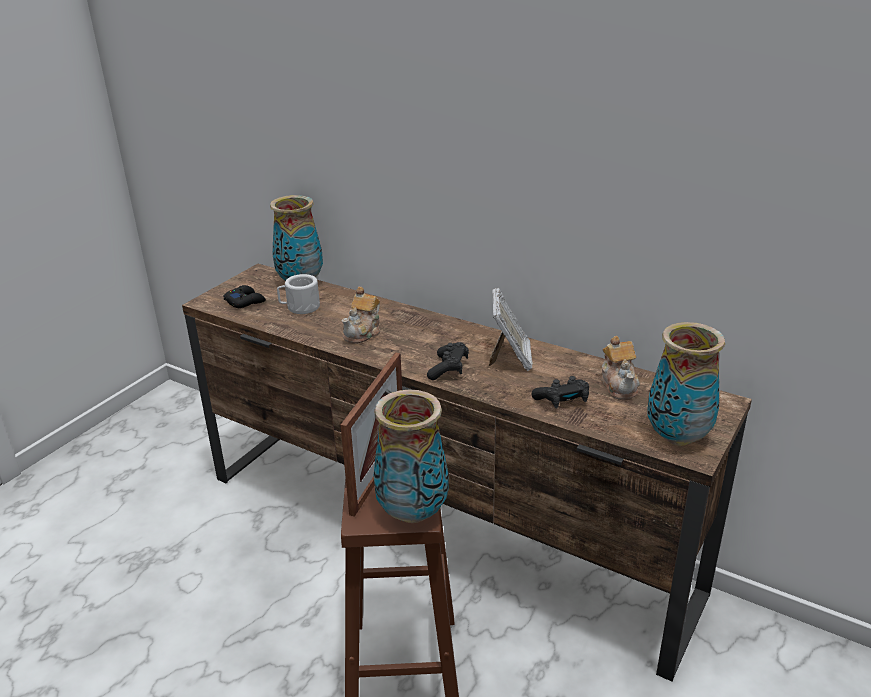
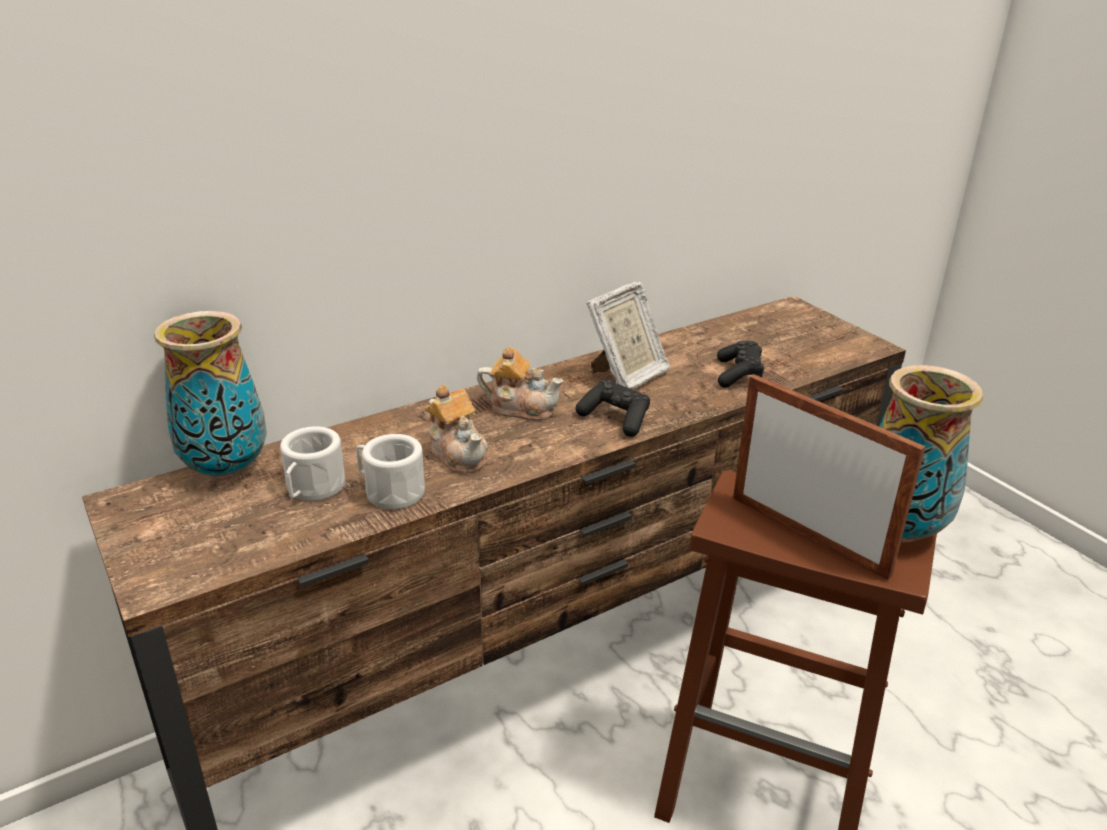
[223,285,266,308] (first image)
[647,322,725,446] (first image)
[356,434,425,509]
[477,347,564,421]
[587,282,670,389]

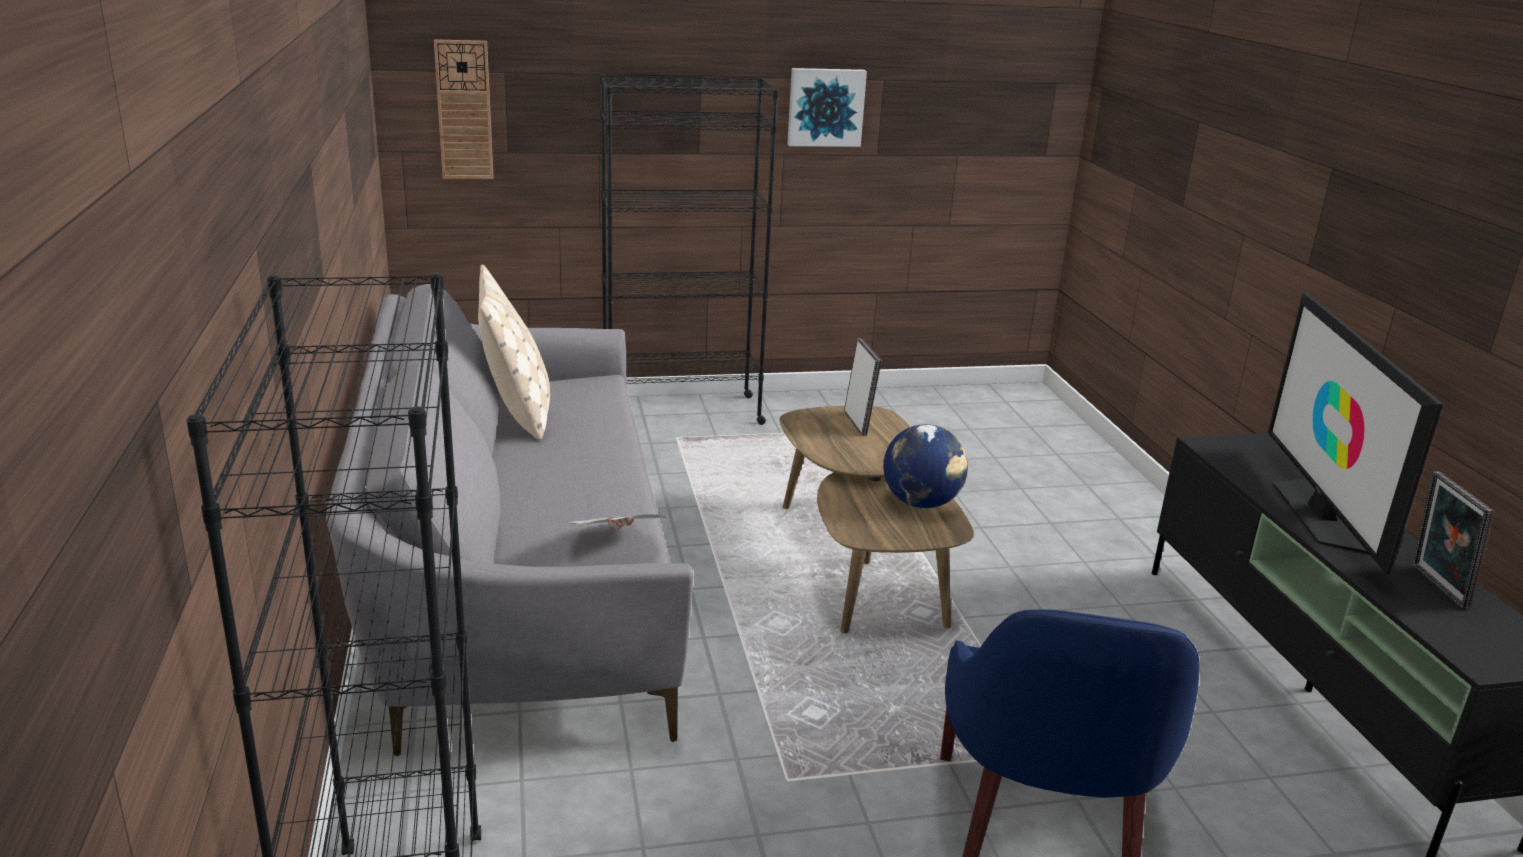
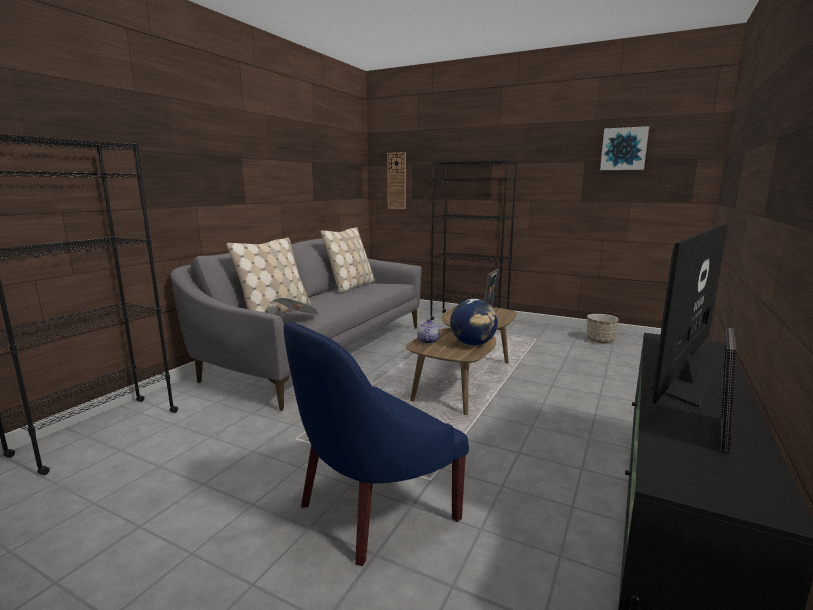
[226,237,311,315]
[417,319,440,344]
[587,314,619,343]
[600,126,649,170]

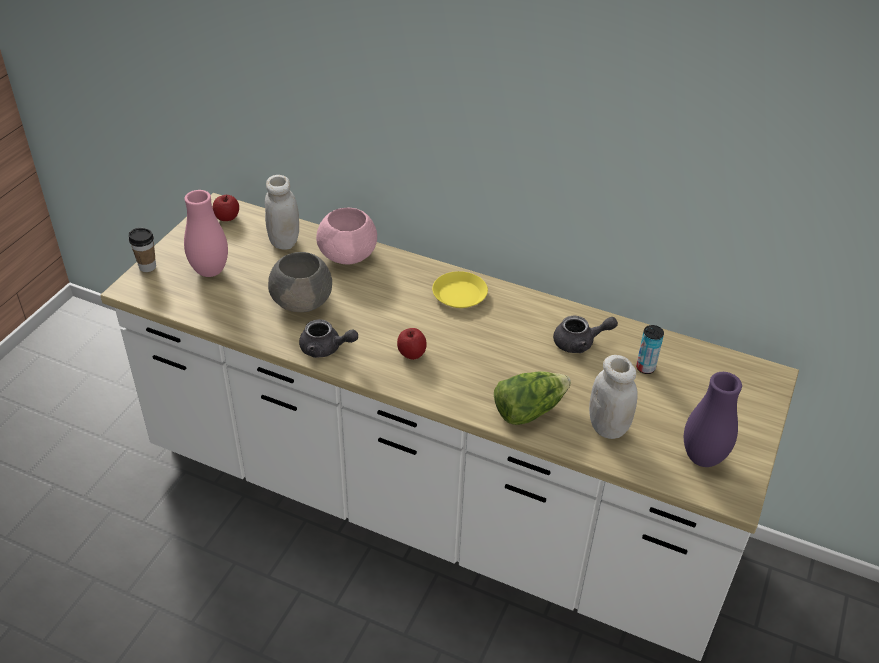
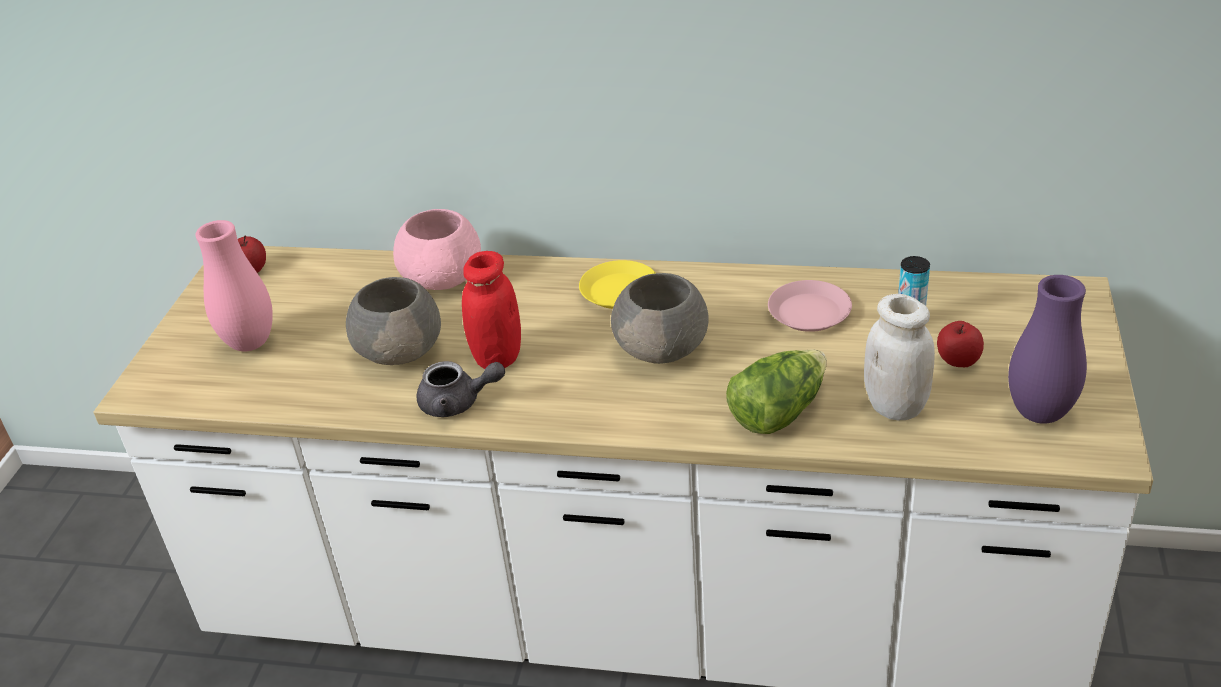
[129,228,156,272] (first image)
[265,175,299,250] (first image)
[462,251,521,369]
[611,273,709,364]
[937,321,984,367]
[768,280,852,332]

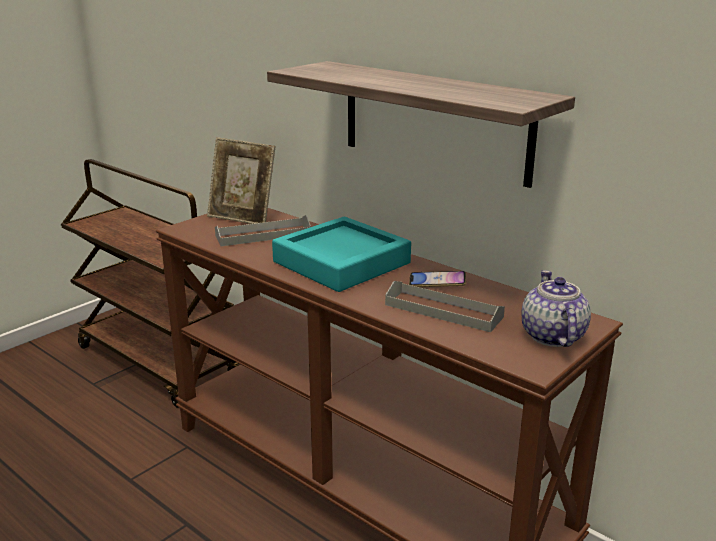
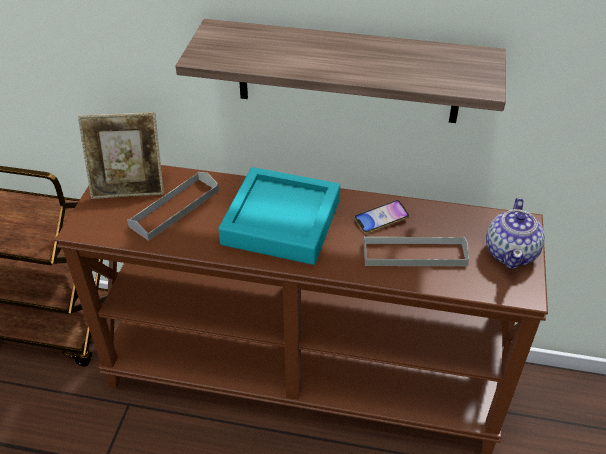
[486,197,545,269]

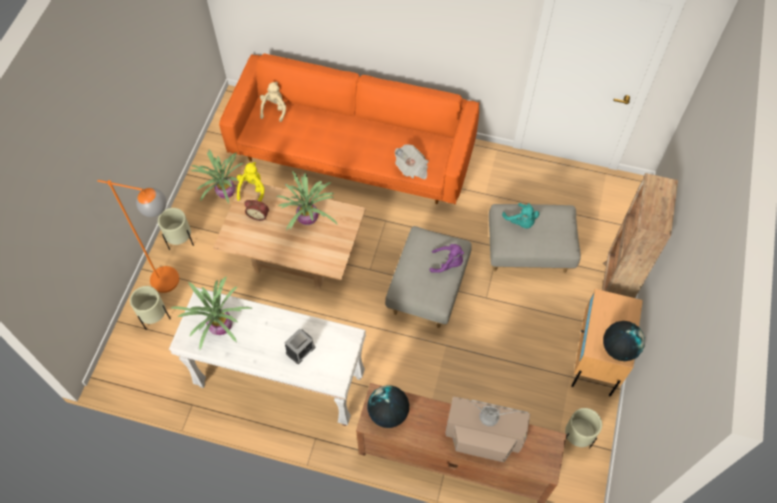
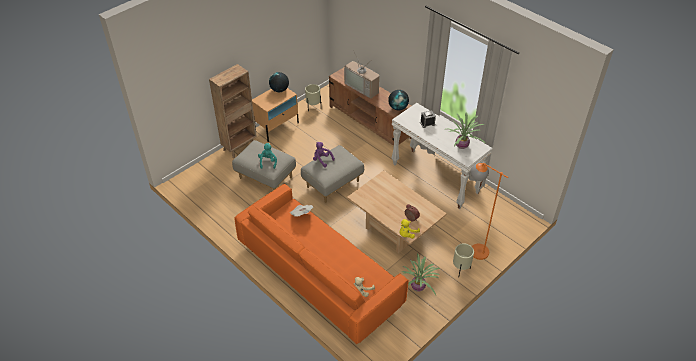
[130,286,171,330] (first image)
[276,171,338,231] (first image)

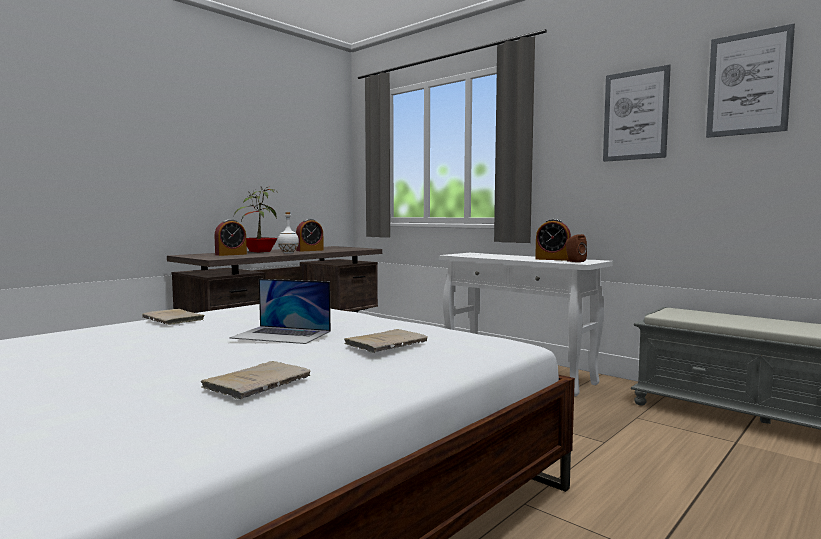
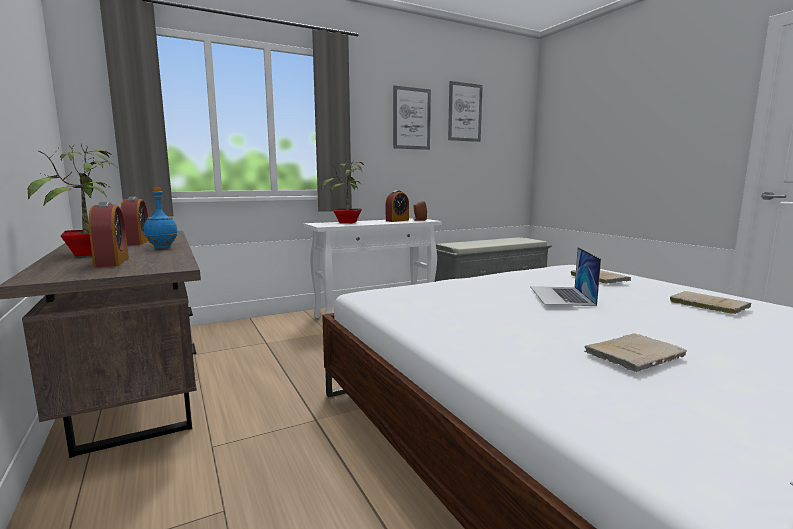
[321,158,364,223]
[584,333,687,372]
[144,188,178,249]
[530,247,601,306]

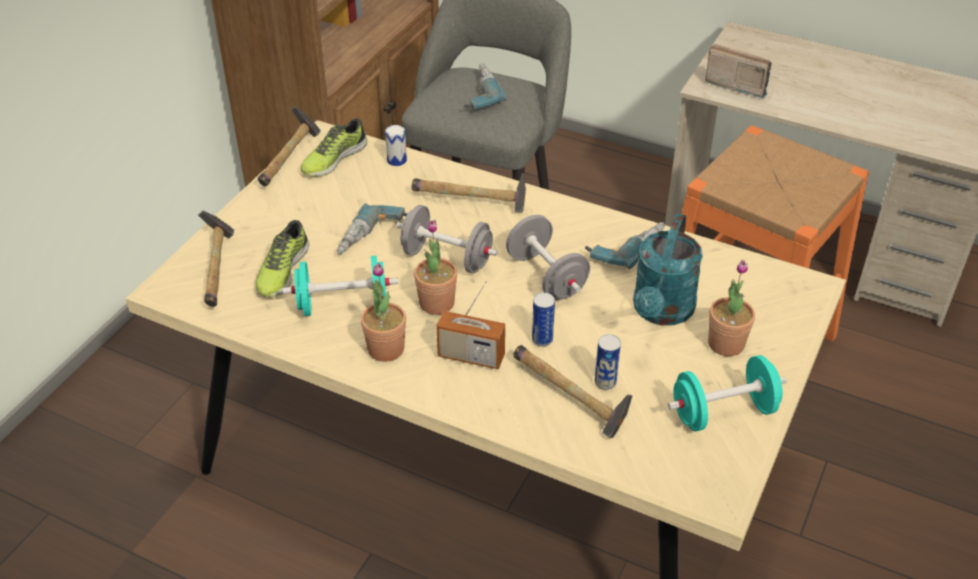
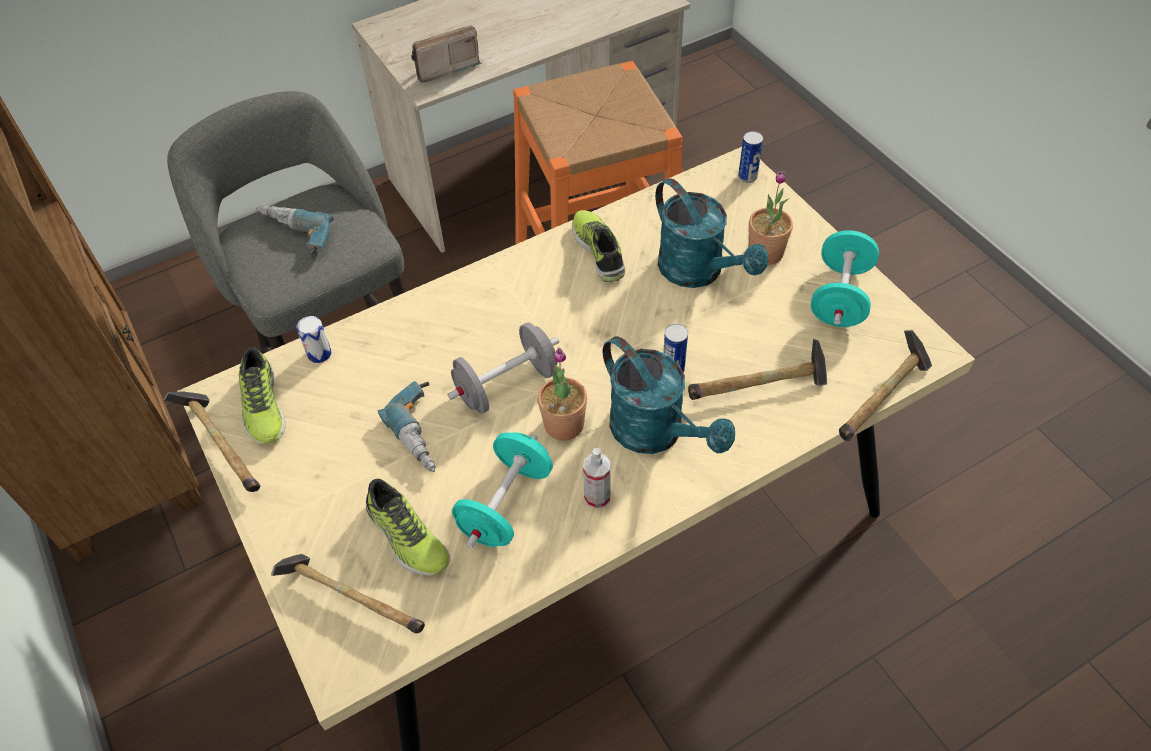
[506,215,590,300] (first image)
[839,330,932,441]
[738,131,763,183]
[583,448,611,509]
[602,336,735,454]
[572,210,625,282]

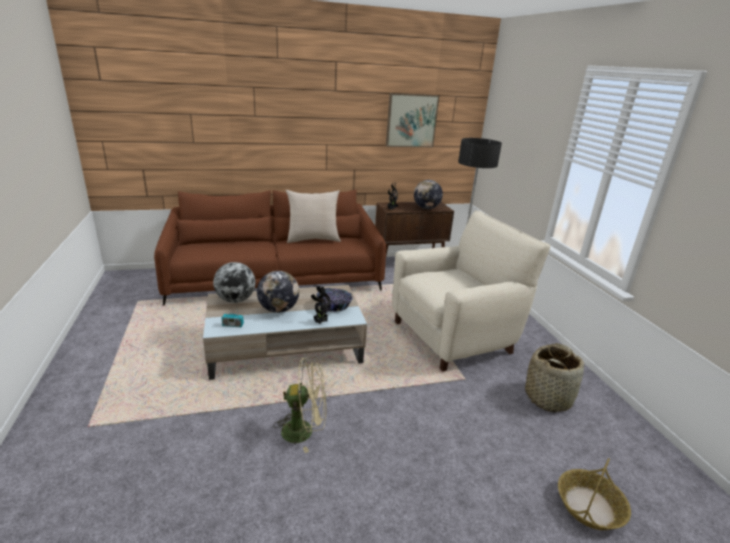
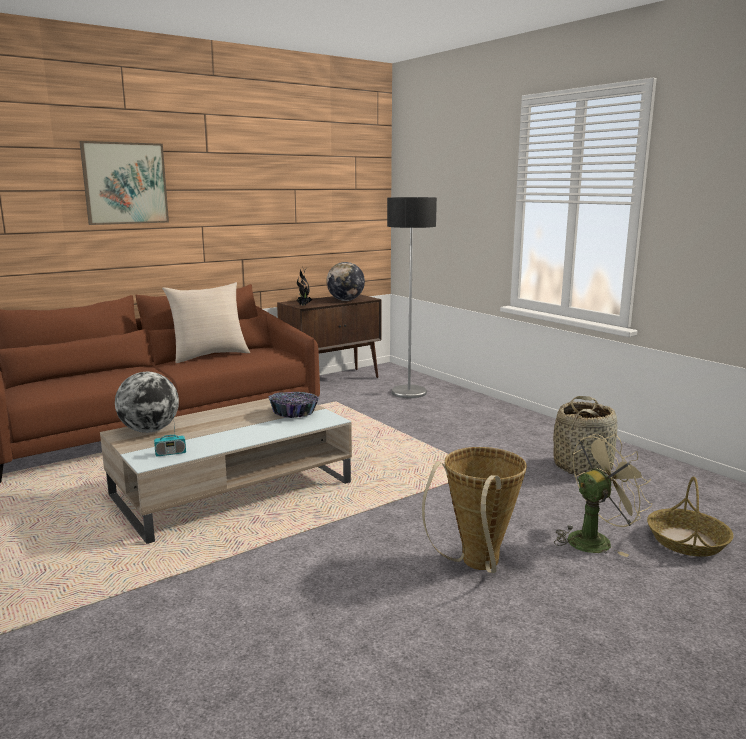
[257,271,299,313] (first image)
[311,286,330,324] (first image)
[392,210,550,372] (first image)
[422,447,527,573]
[554,434,652,557]
[79,141,169,225]

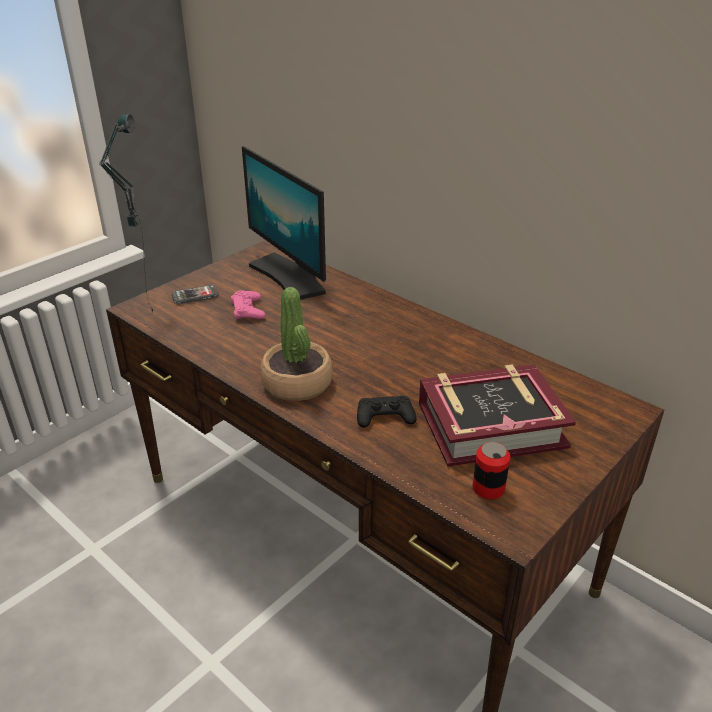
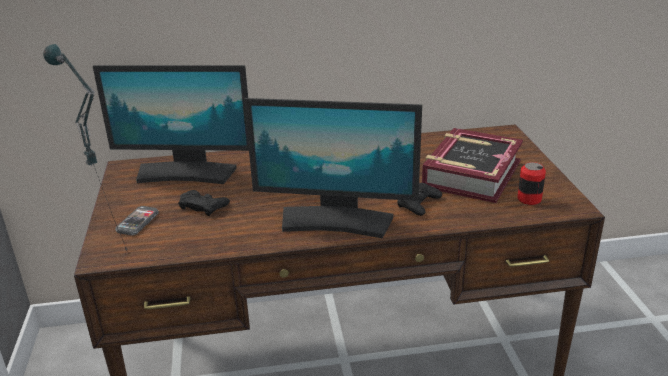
[244,98,422,238]
[178,190,230,216]

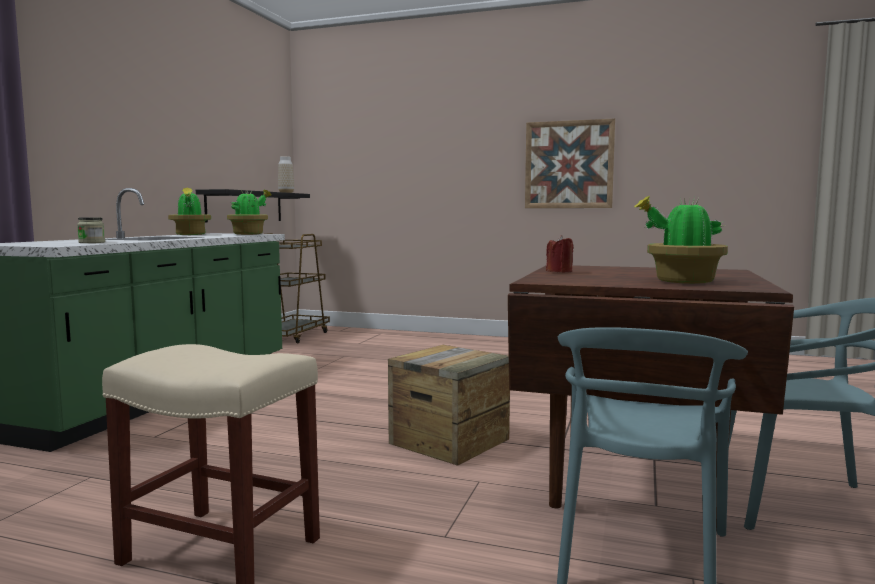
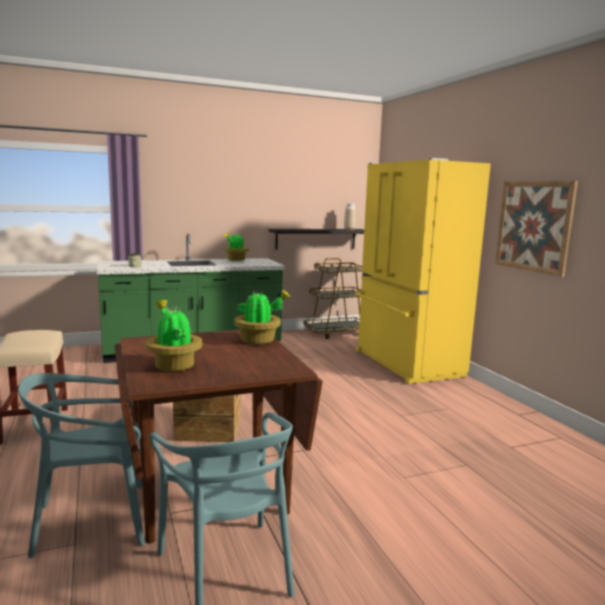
[546,235,574,272] (first image)
[356,158,491,384]
[234,290,291,344]

